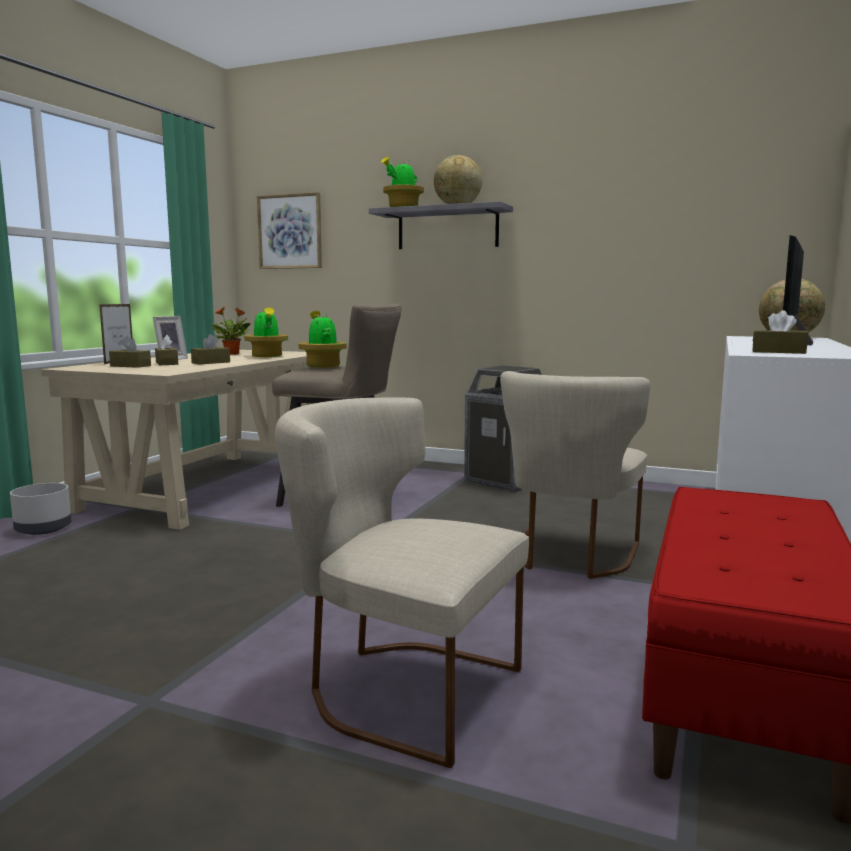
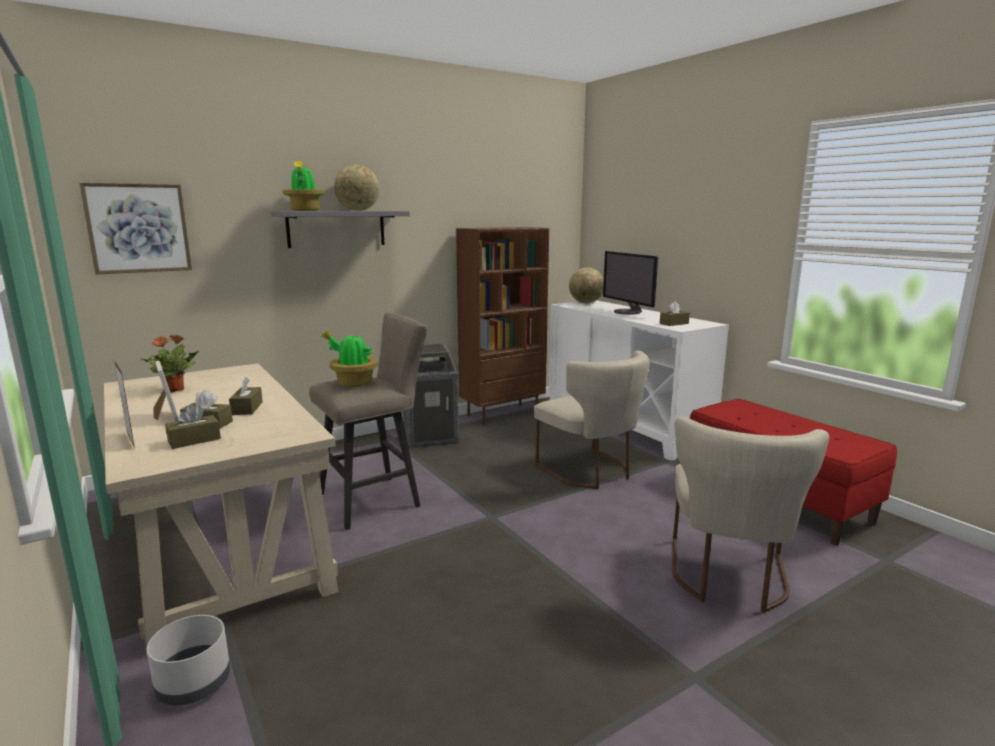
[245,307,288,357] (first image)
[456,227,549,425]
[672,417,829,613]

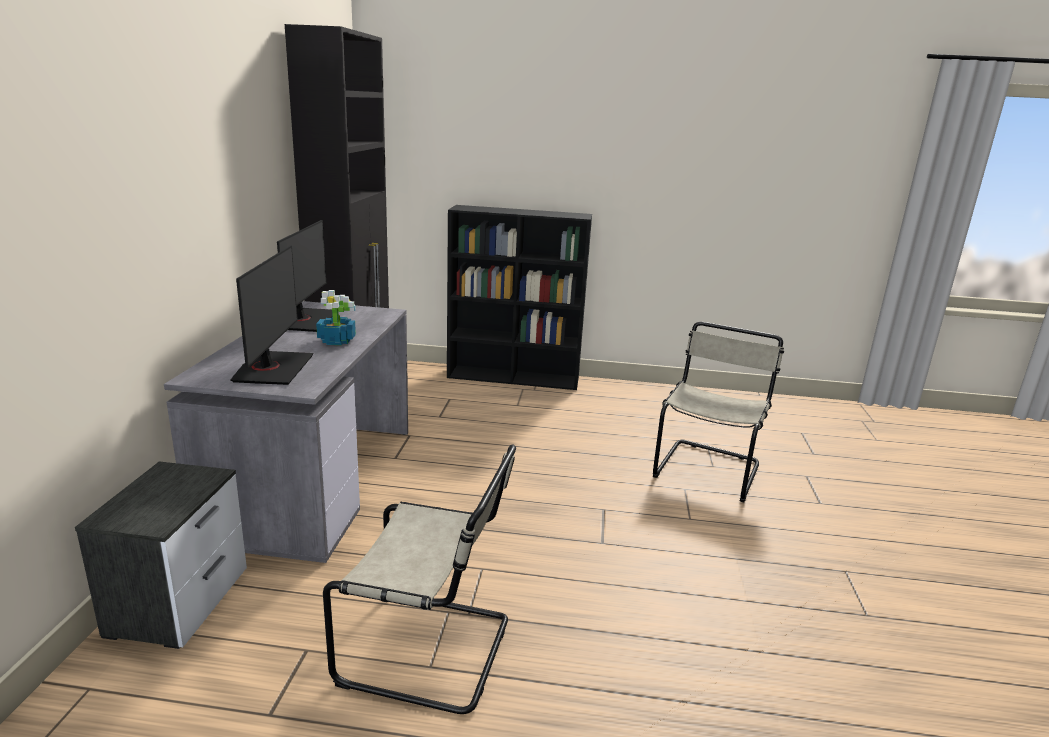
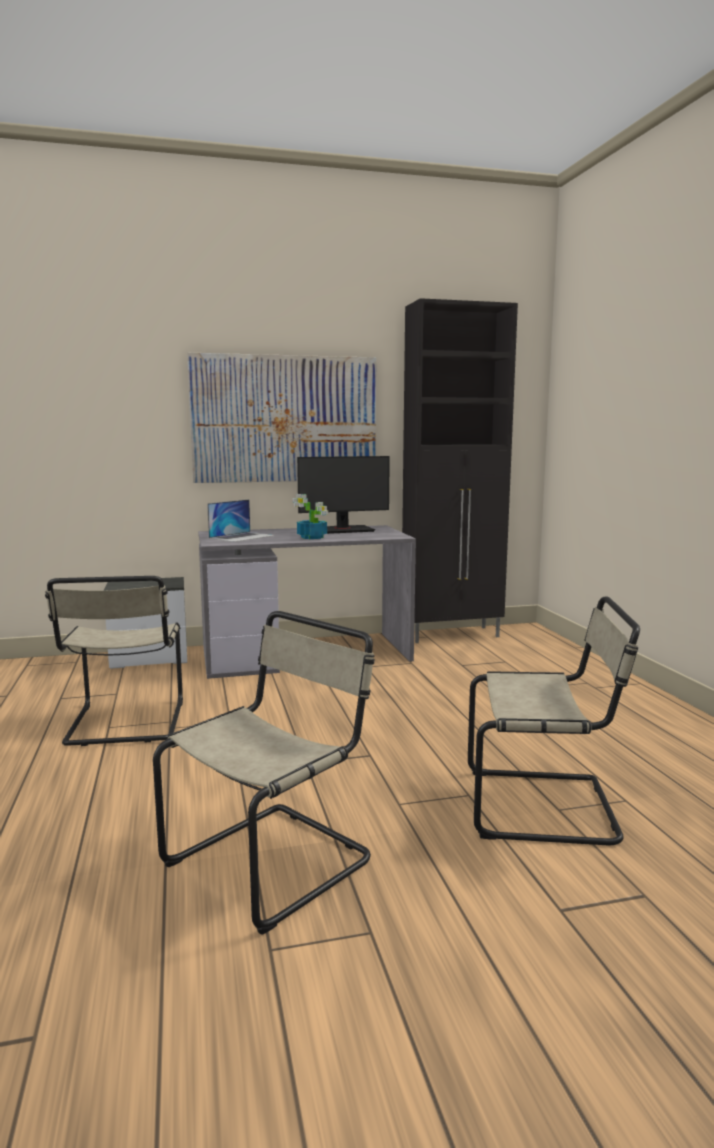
[447,205,592,390] (first image)
[153,611,375,935]
[187,353,376,483]
[207,499,275,542]

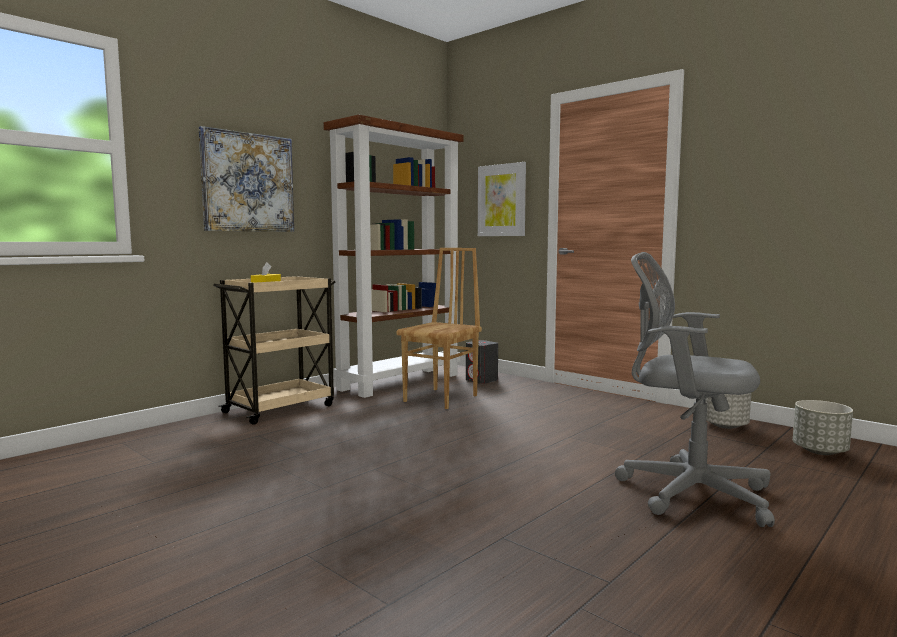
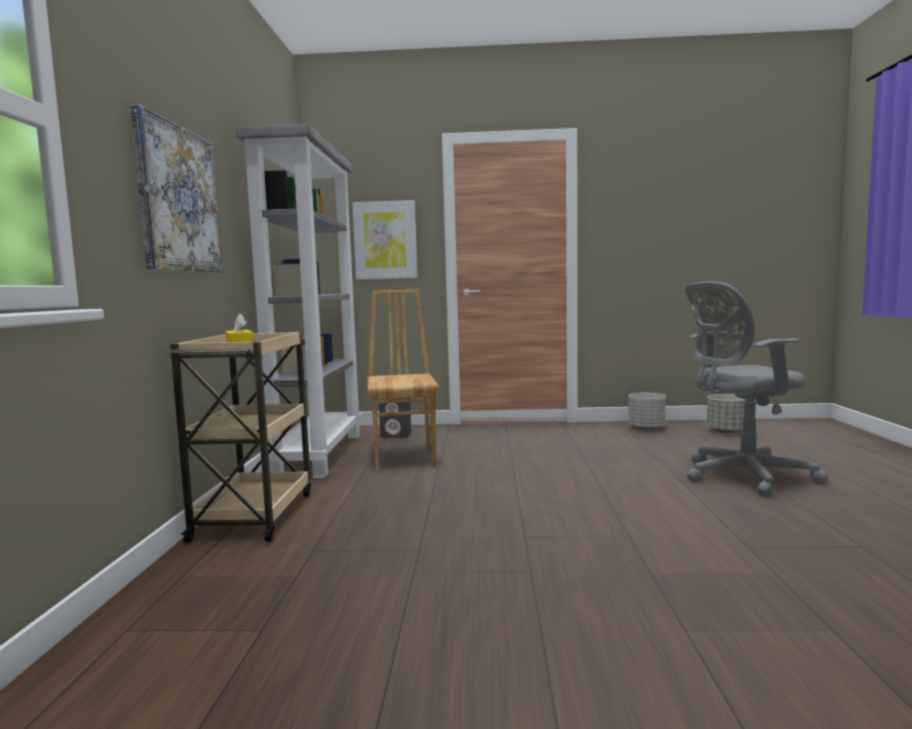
[236,124,362,478]

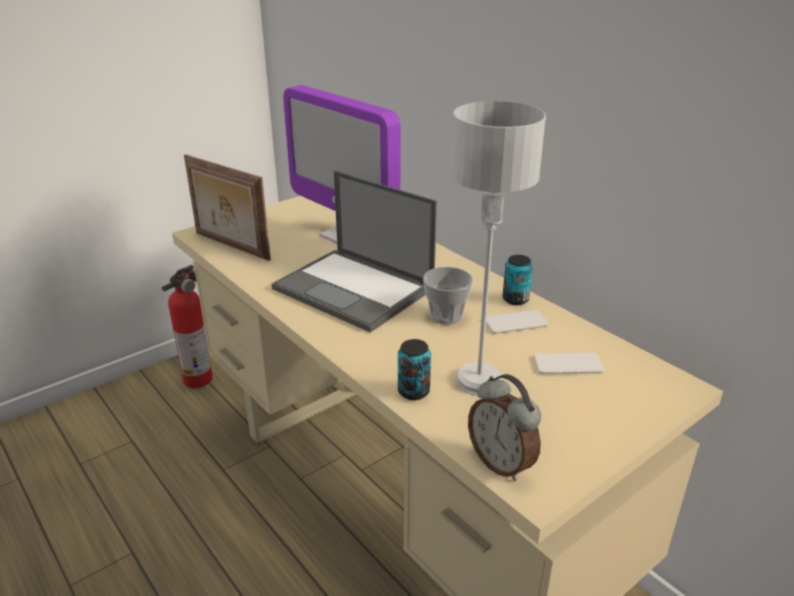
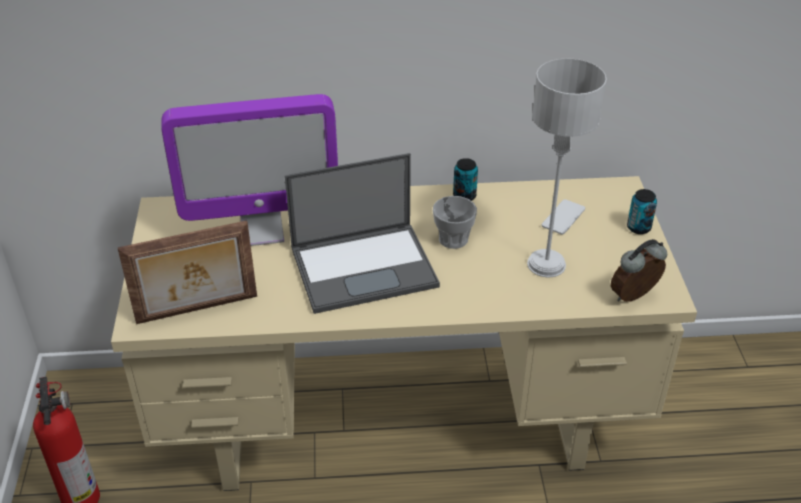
[486,310,549,334] (first image)
[627,189,657,234]
[611,239,667,302]

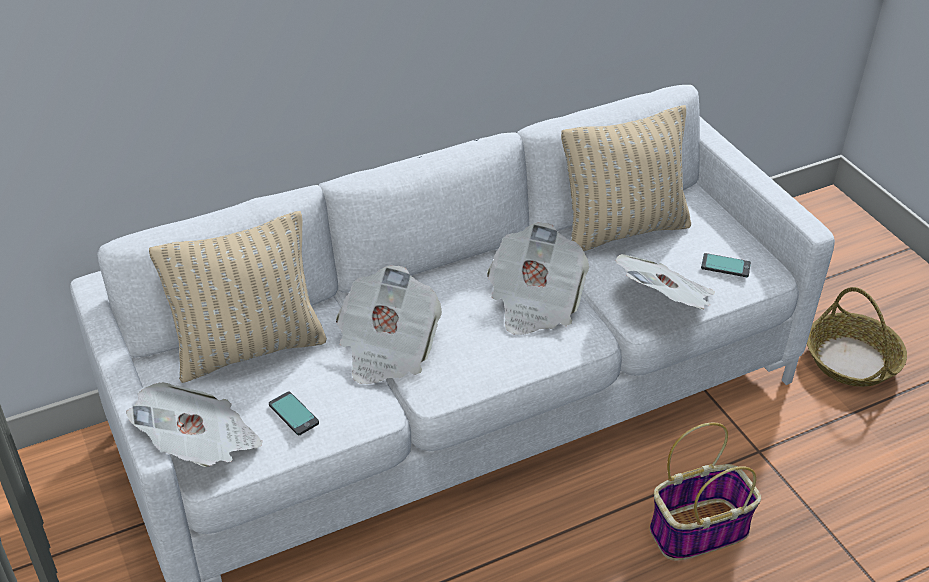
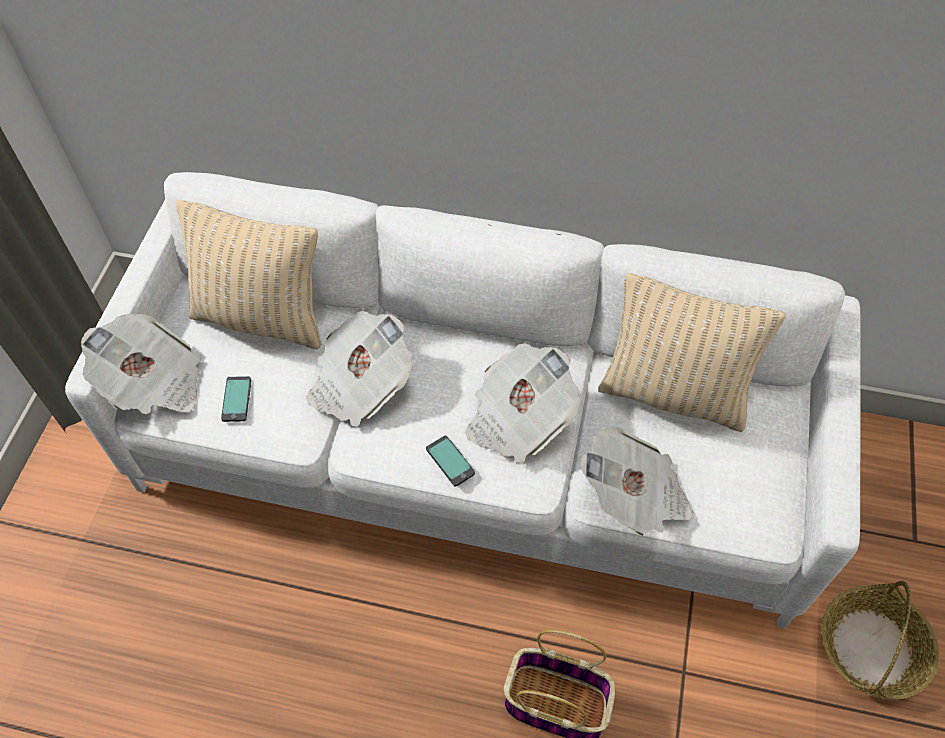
[426,435,475,487]

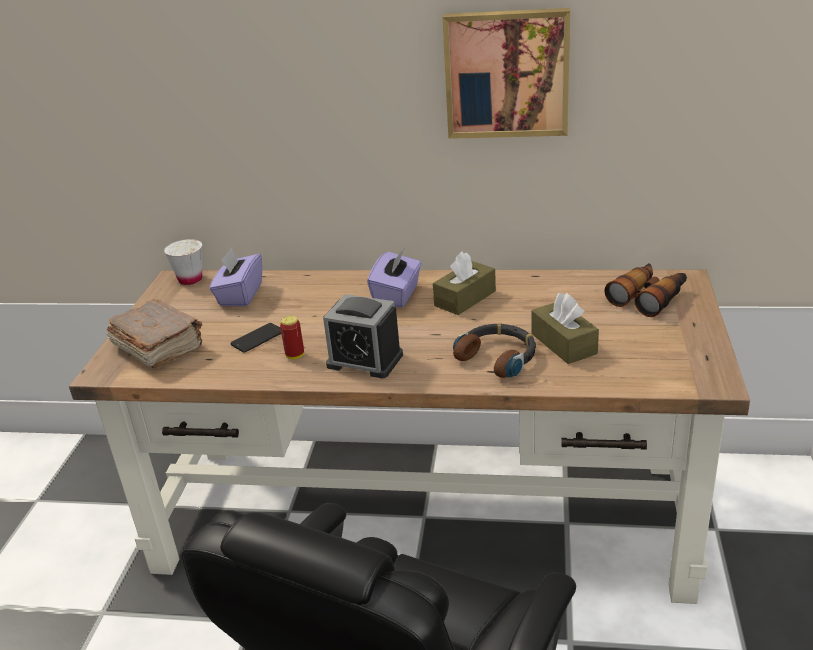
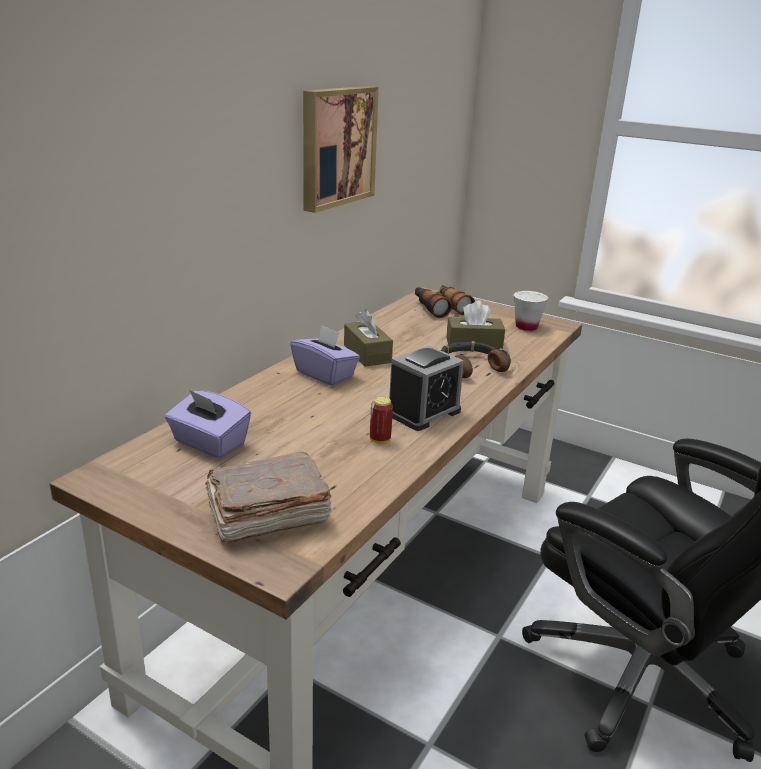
[230,323,281,353] (first image)
[514,291,548,331]

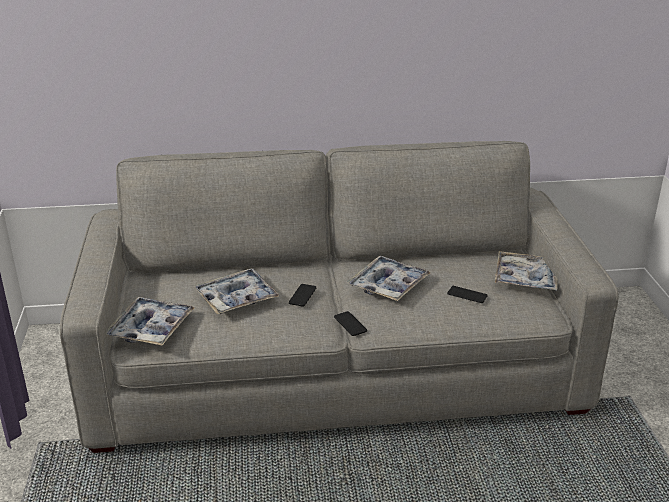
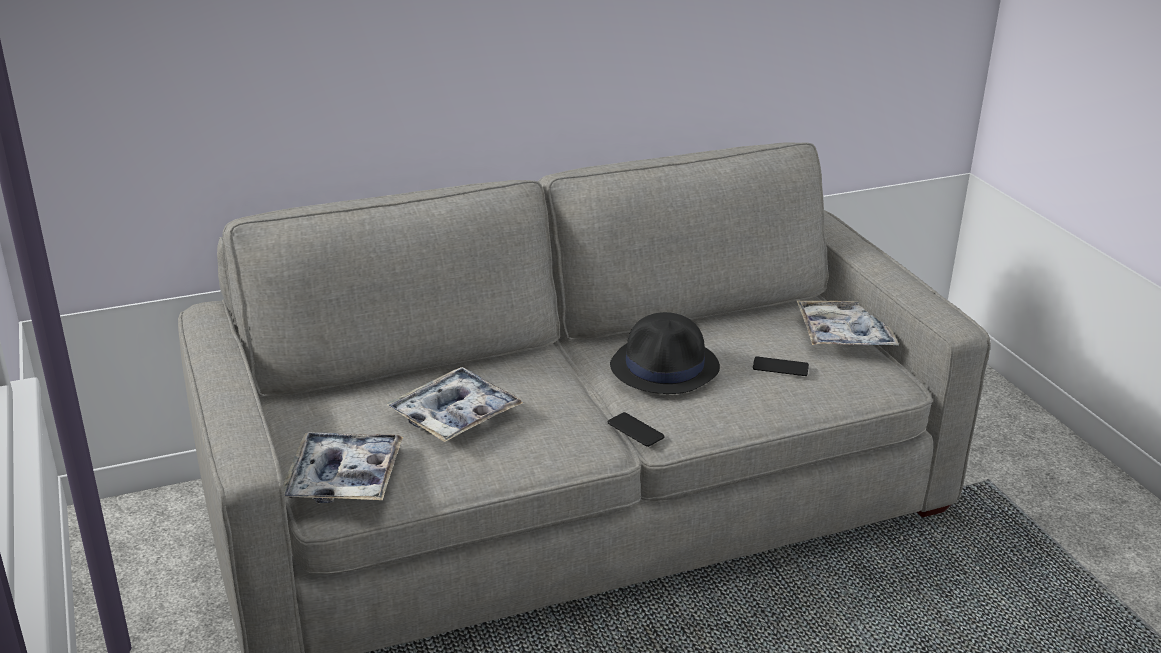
[289,284,316,307] (first image)
[610,312,720,394]

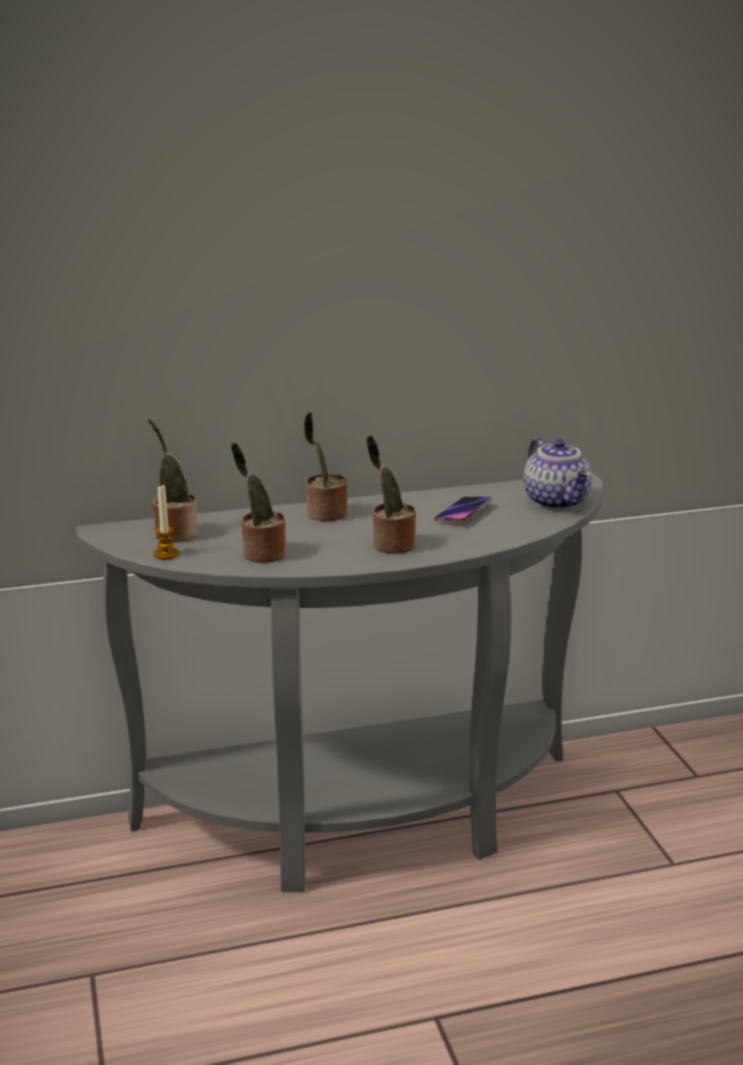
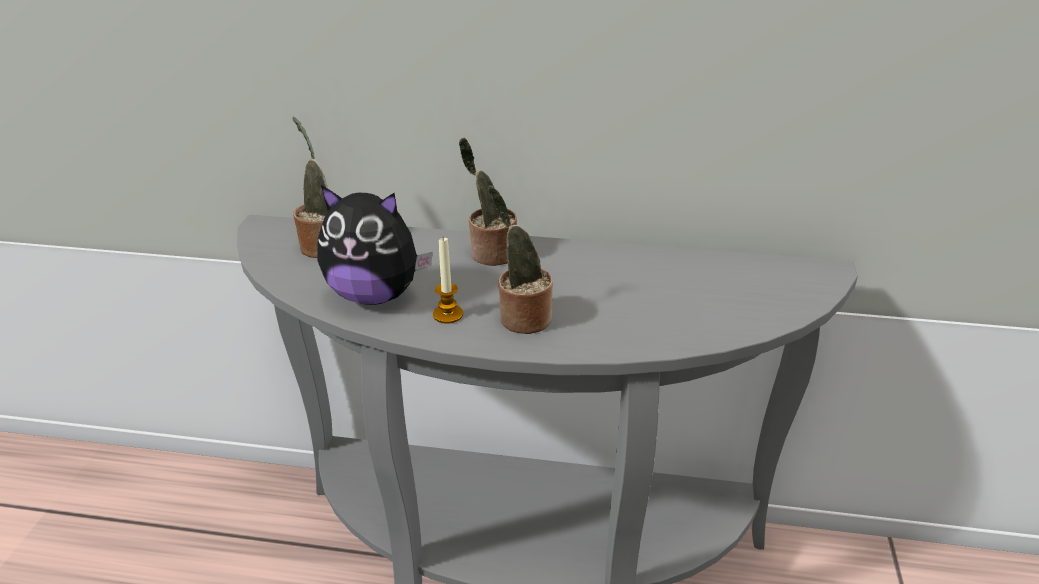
[434,497,492,522] (first image)
[524,438,592,510] (first image)
[433,238,463,324]
[317,185,433,305]

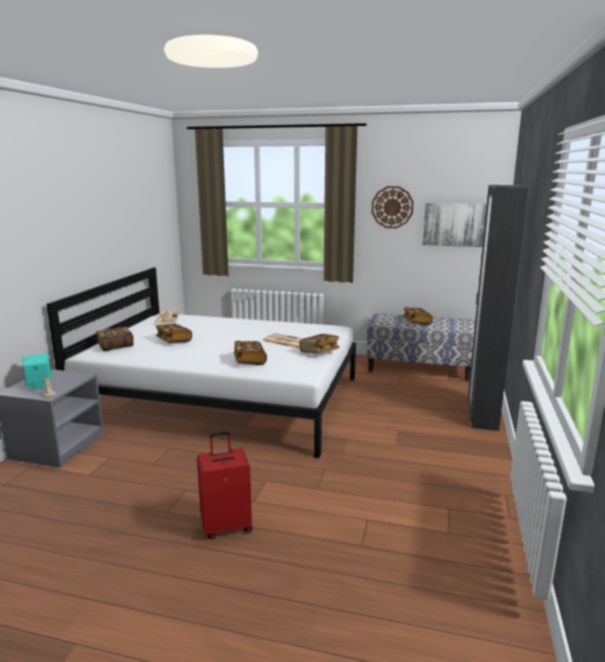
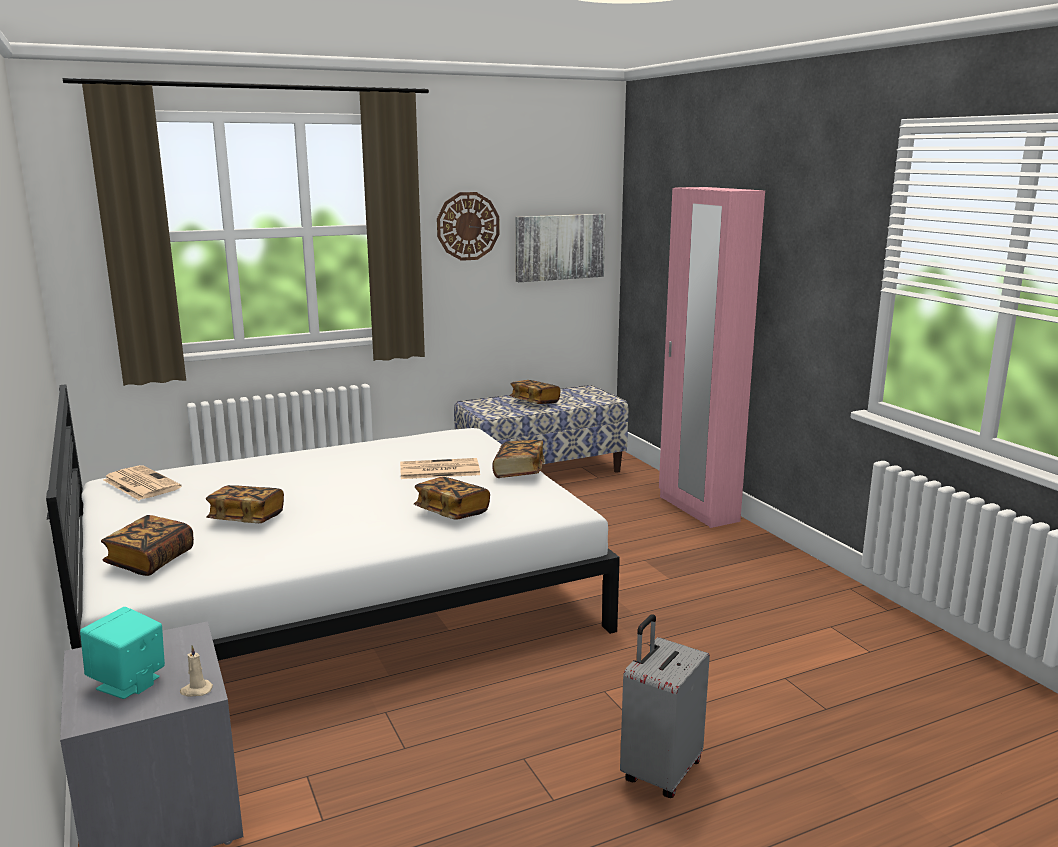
[620,614,710,798]
[659,187,765,528]

